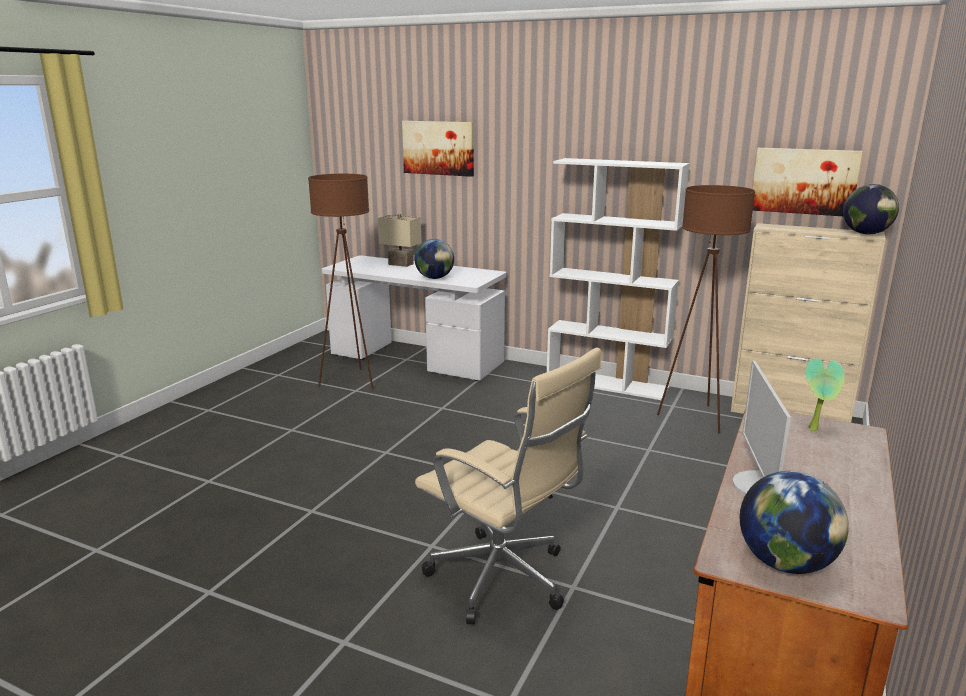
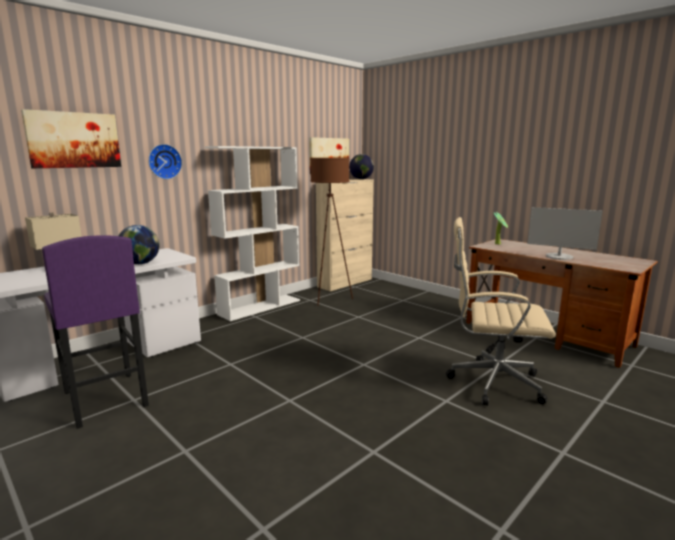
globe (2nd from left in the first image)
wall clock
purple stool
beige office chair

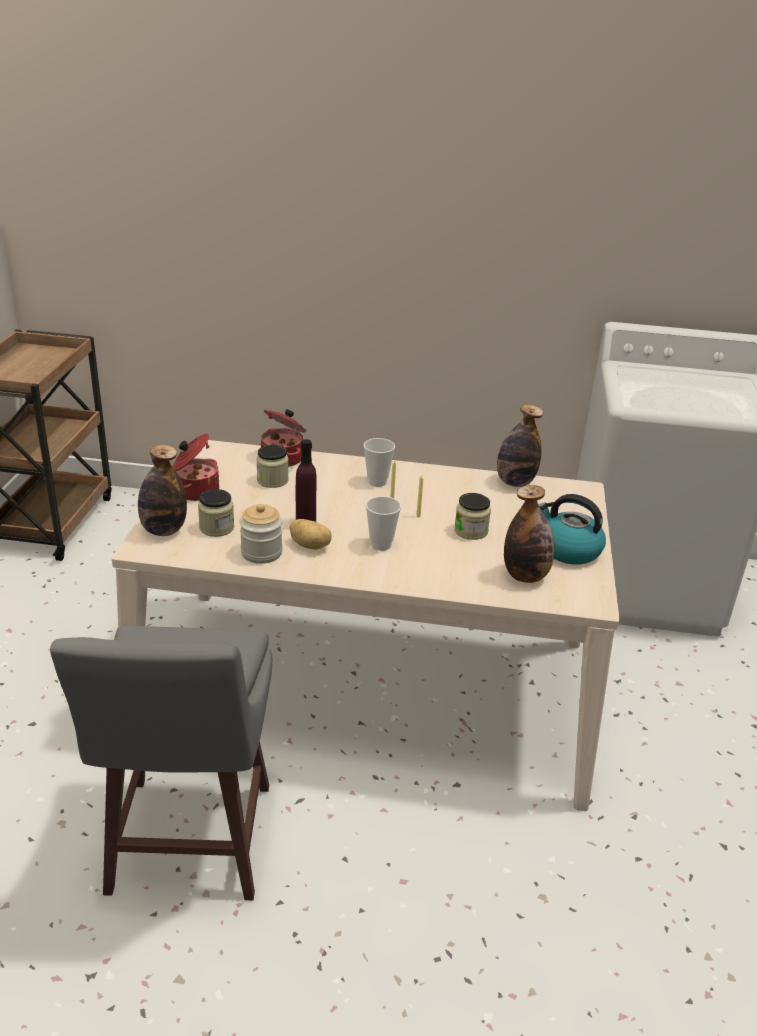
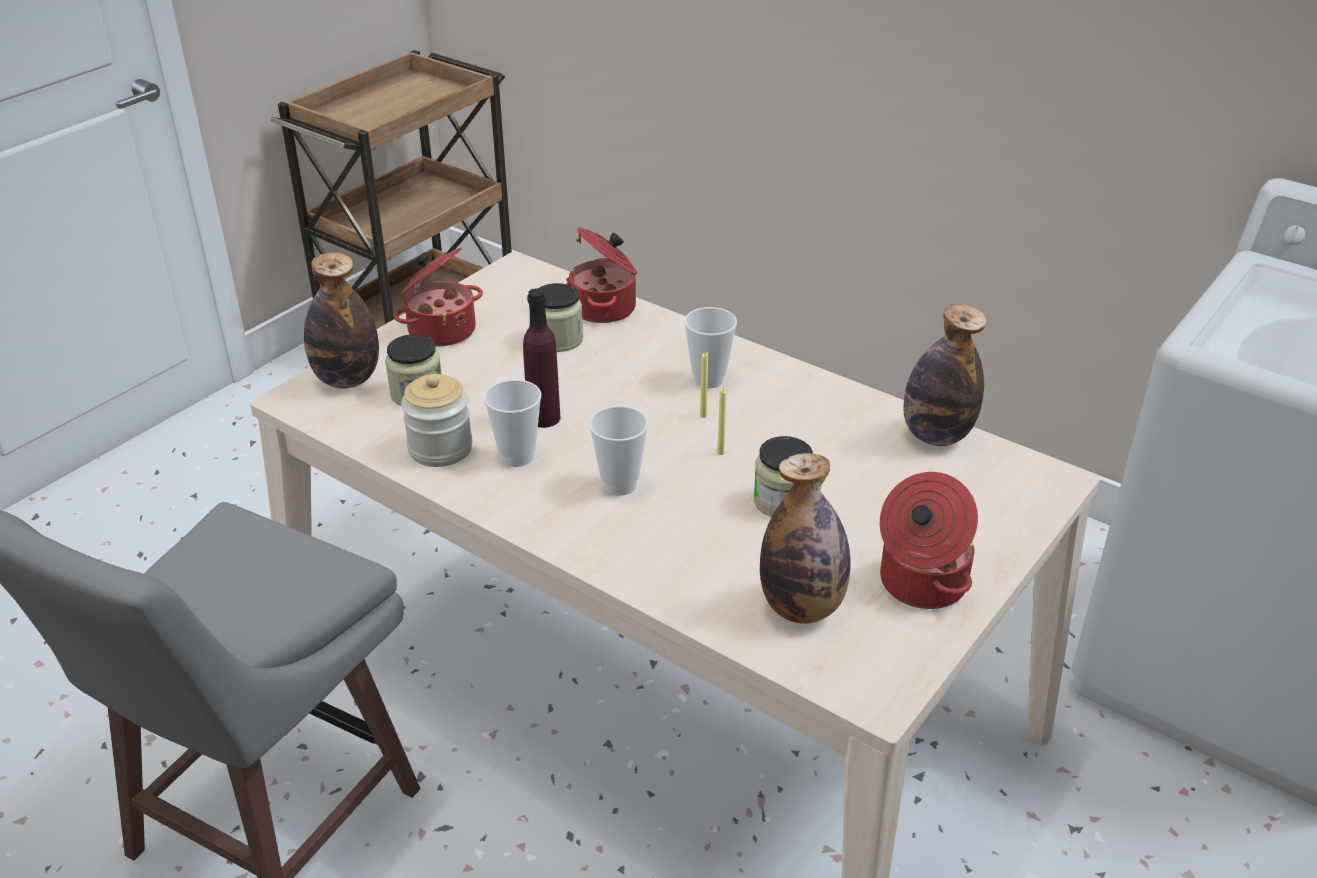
cup (1st from left)
cooking pot (3rd from left)

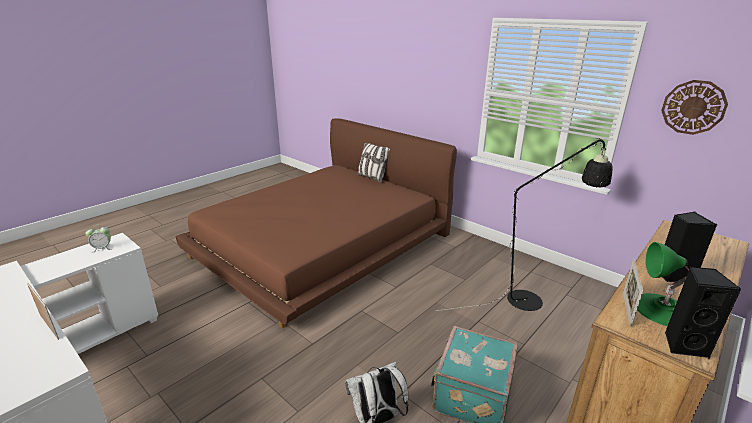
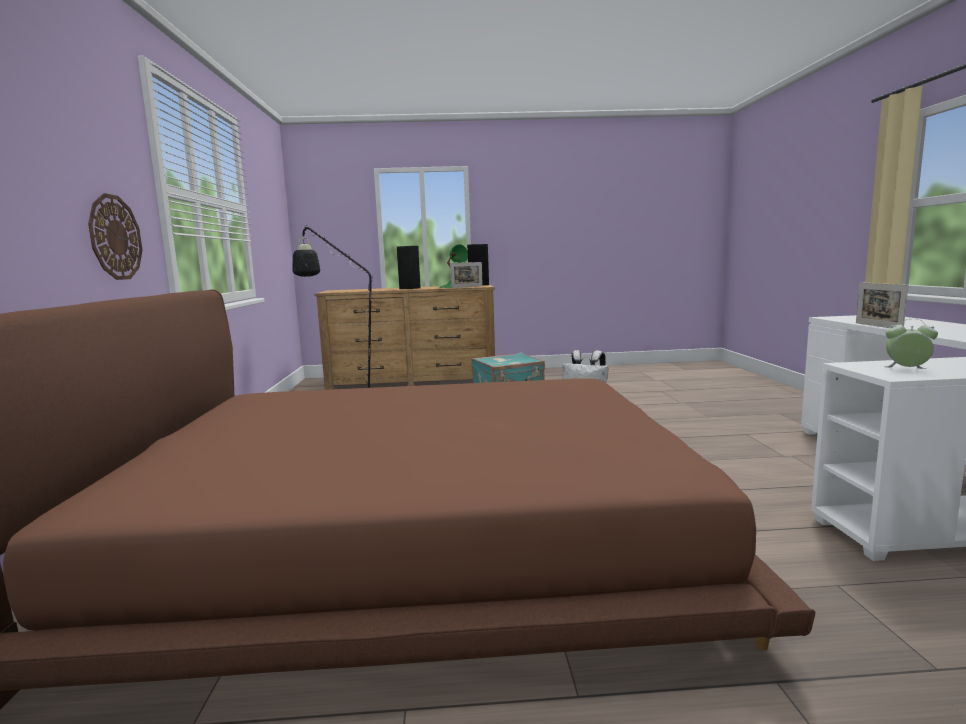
pillow
wall clock

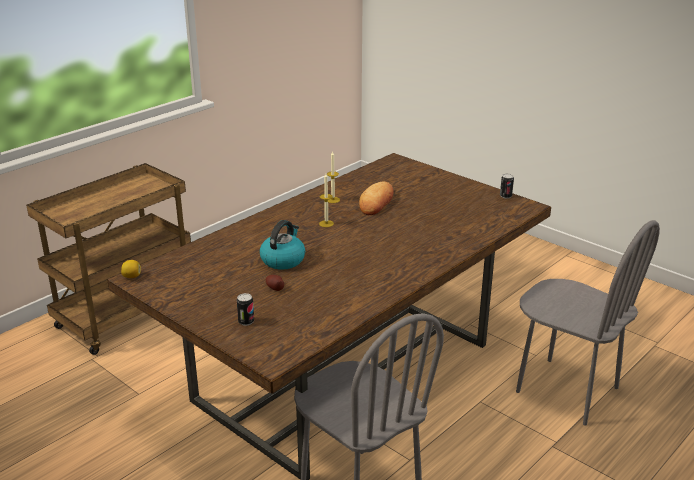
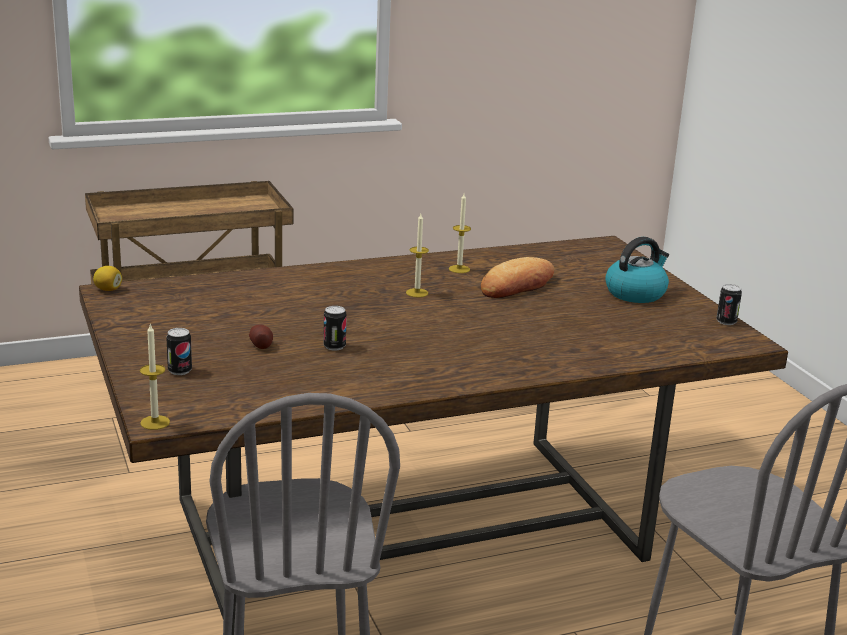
candle (1st from left)
can (2nd from left)
kettle

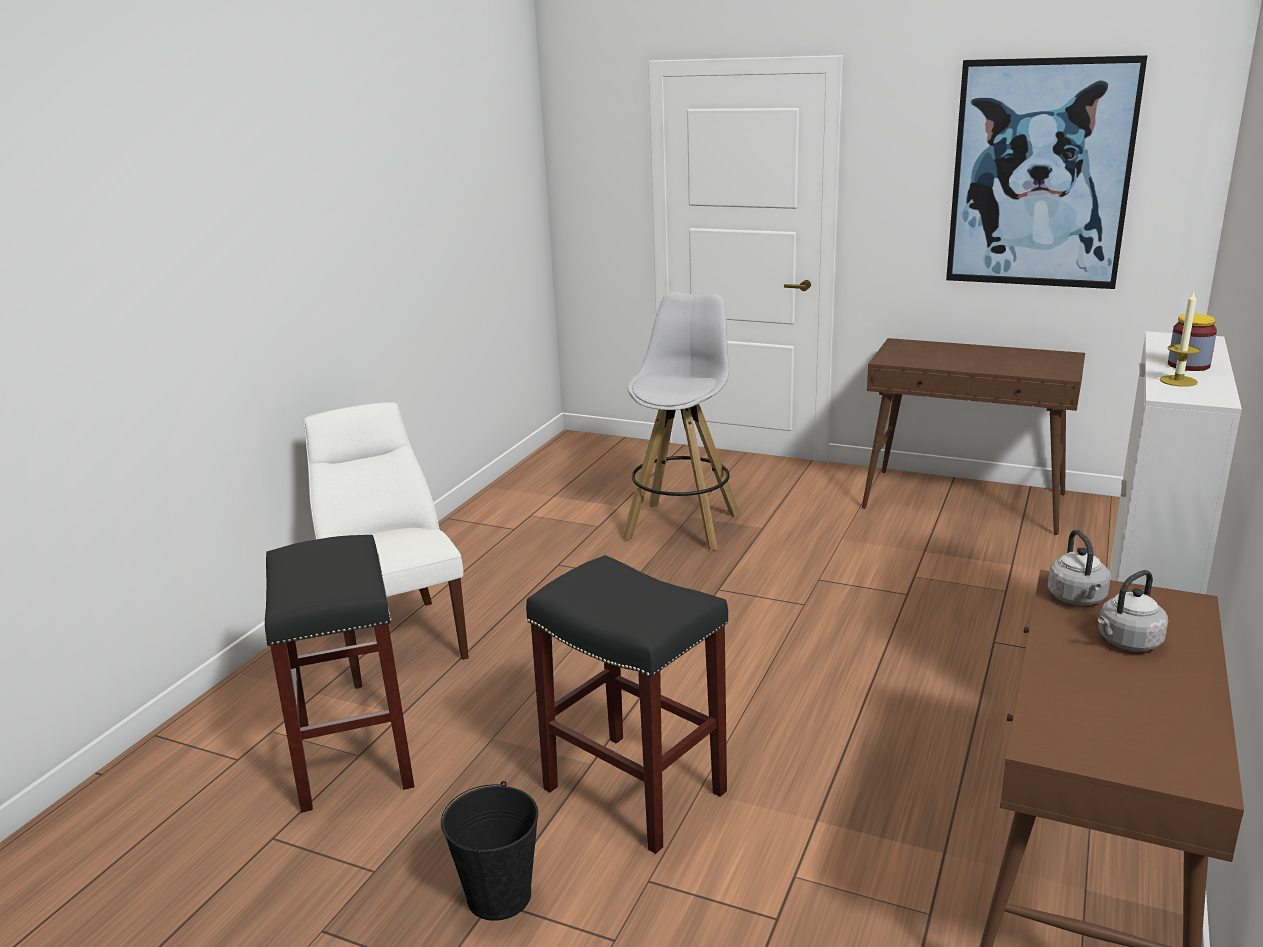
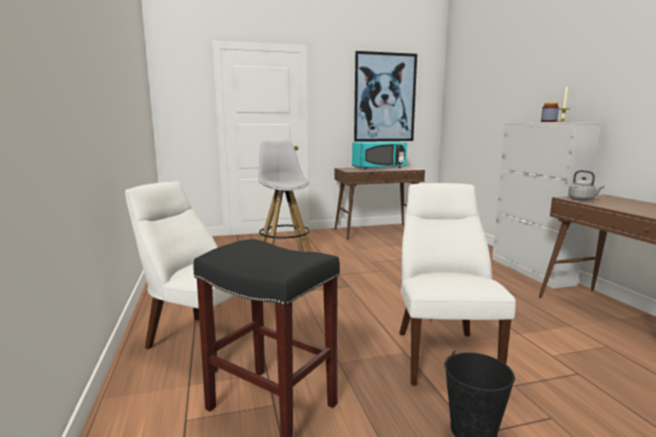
grey kettle (2nd from left in the first image)
turquoise microwave
white chair (2nd from left)

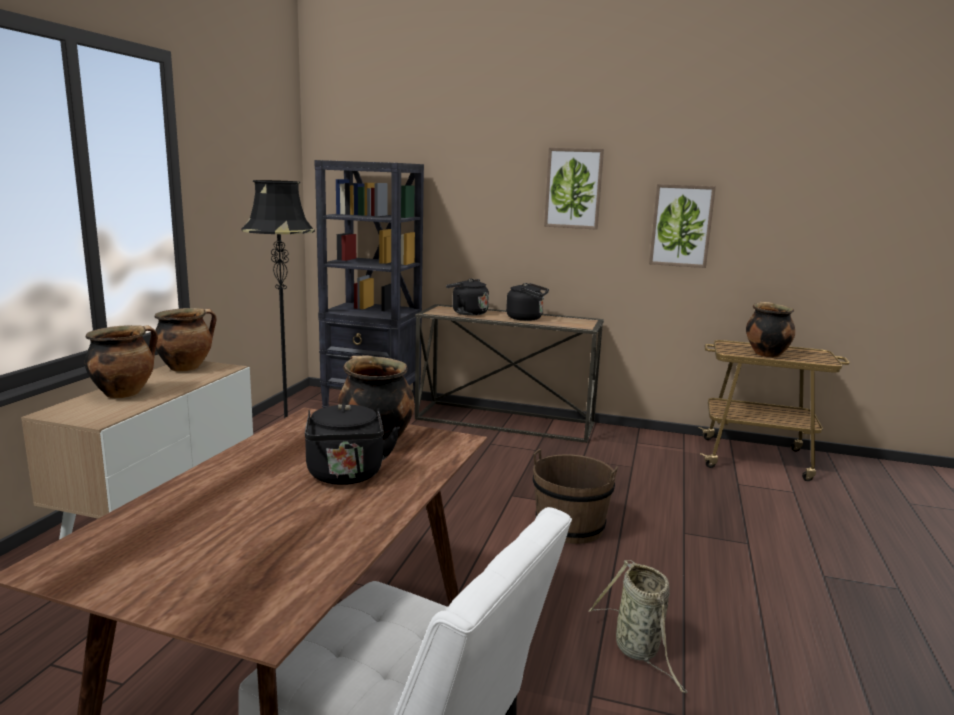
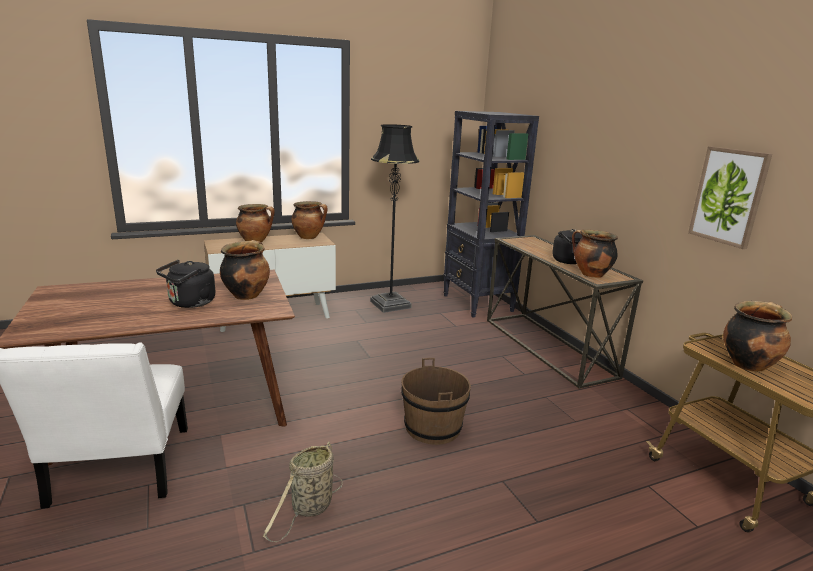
black kettle (2nd from left in the first image)
picture (1st from left in the first image)
cooking pot (4th from left)

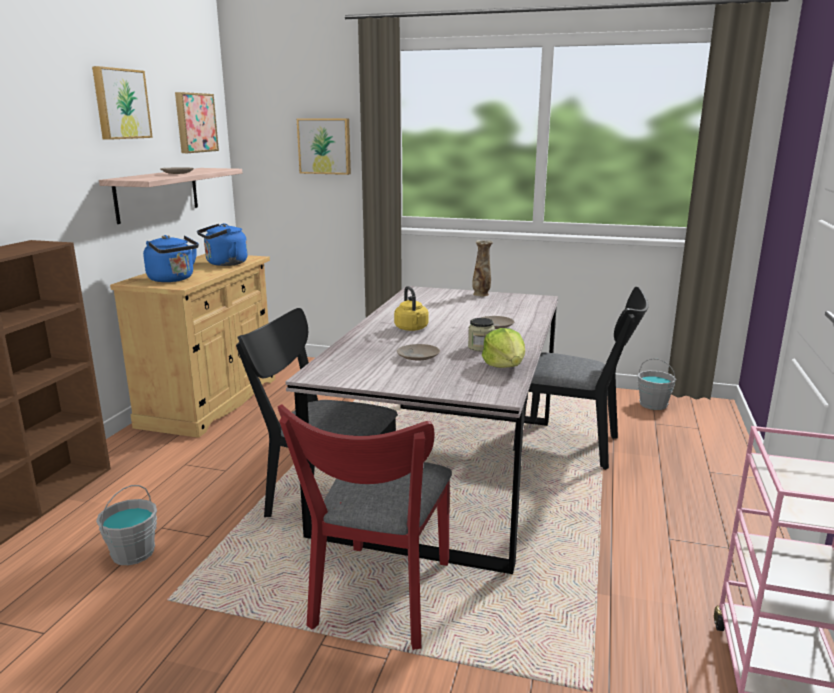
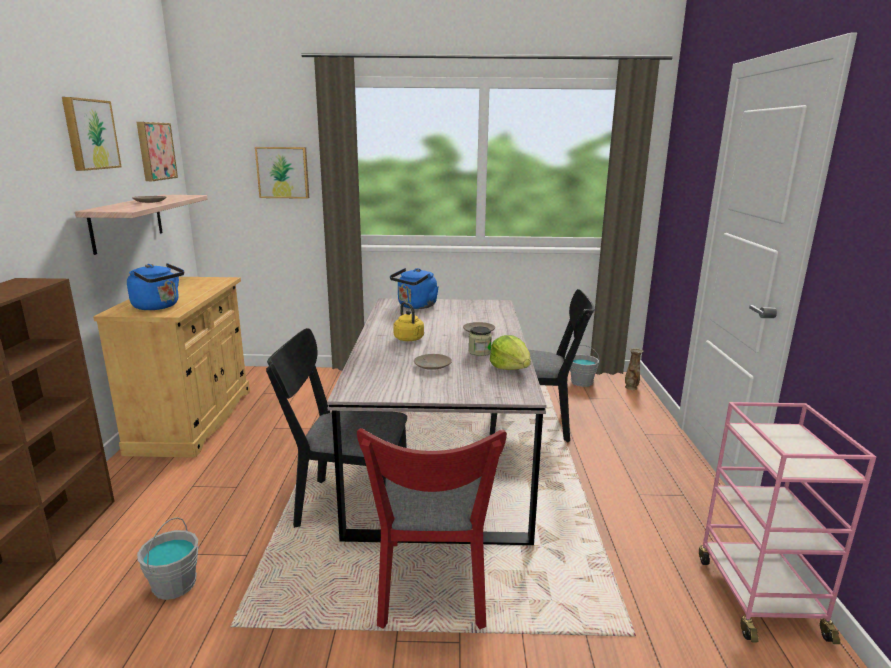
blue kettle (2nd from left)
vase

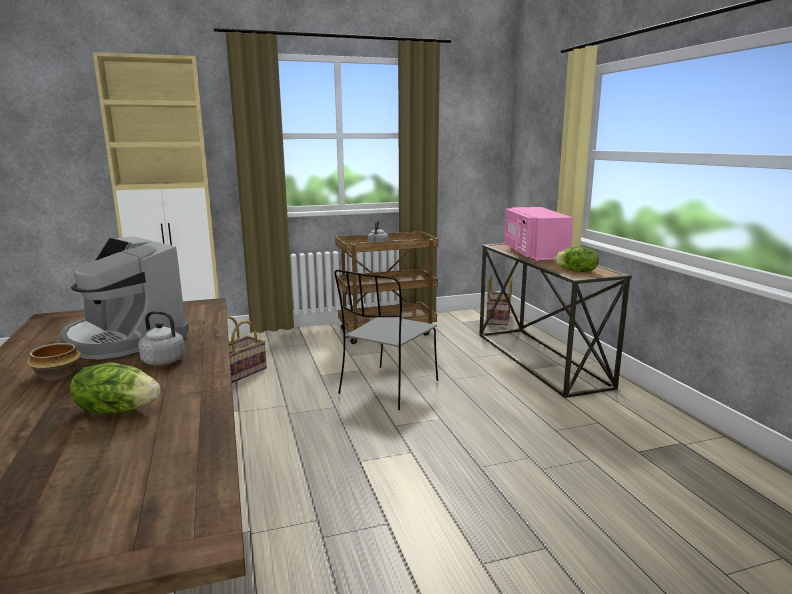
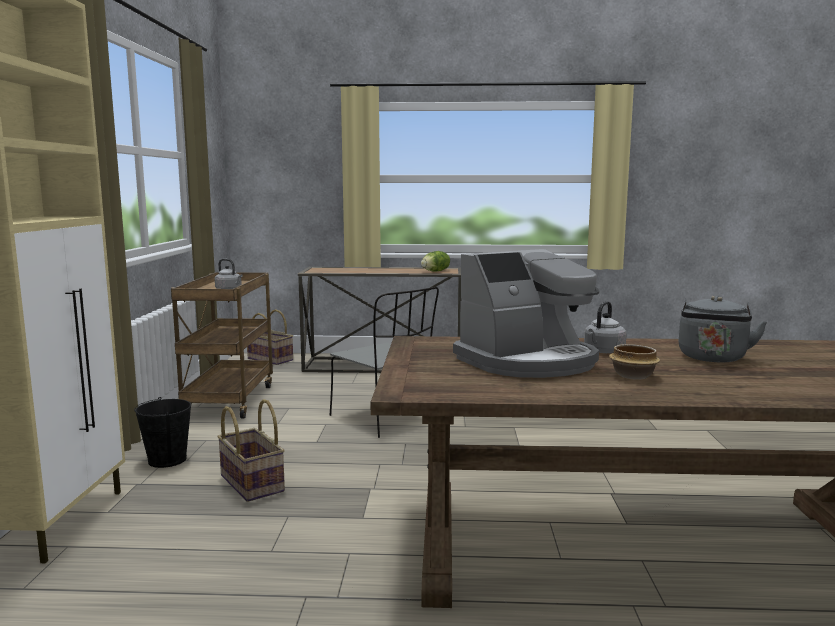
pink microwave
black bucket
grey kettle (3rd from left)

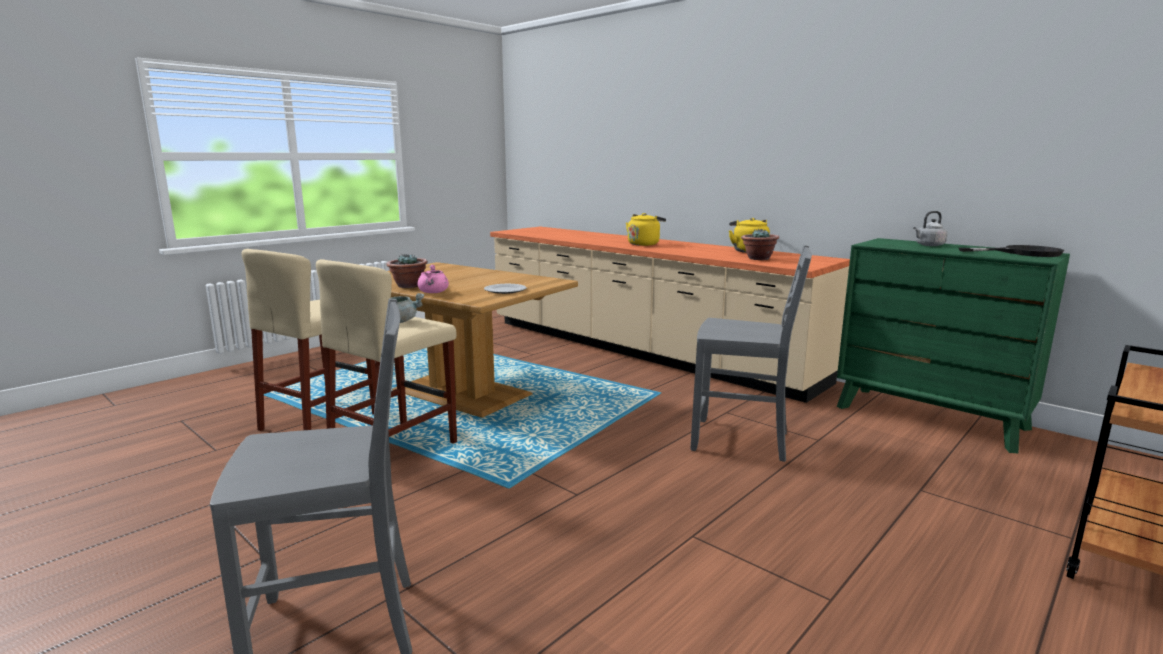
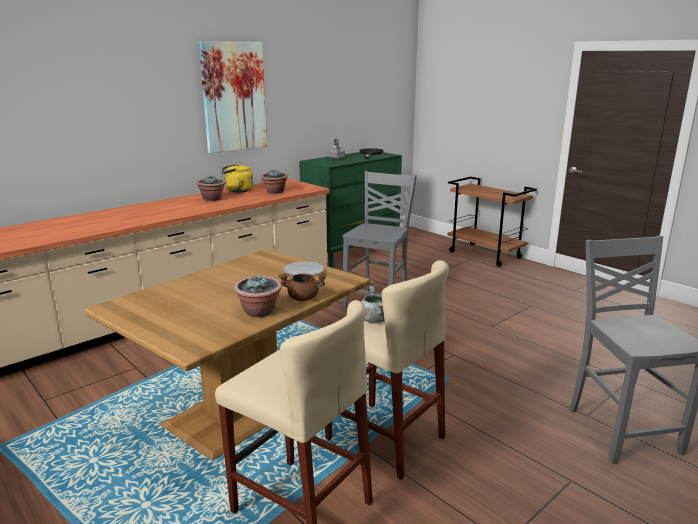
yellow kettle (1st from left in the first image)
potted plant (1st from left)
picture
brown cooking pot

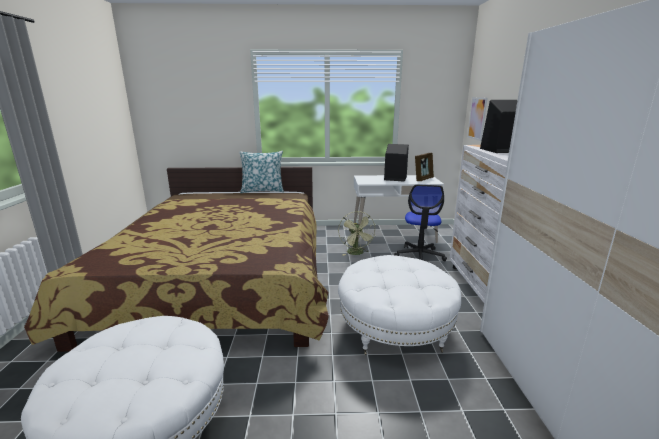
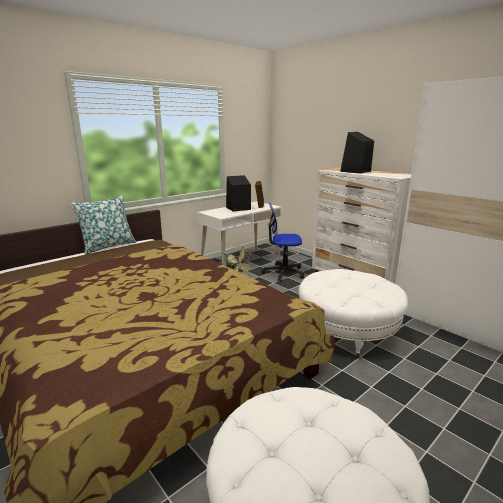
picture
office chair

